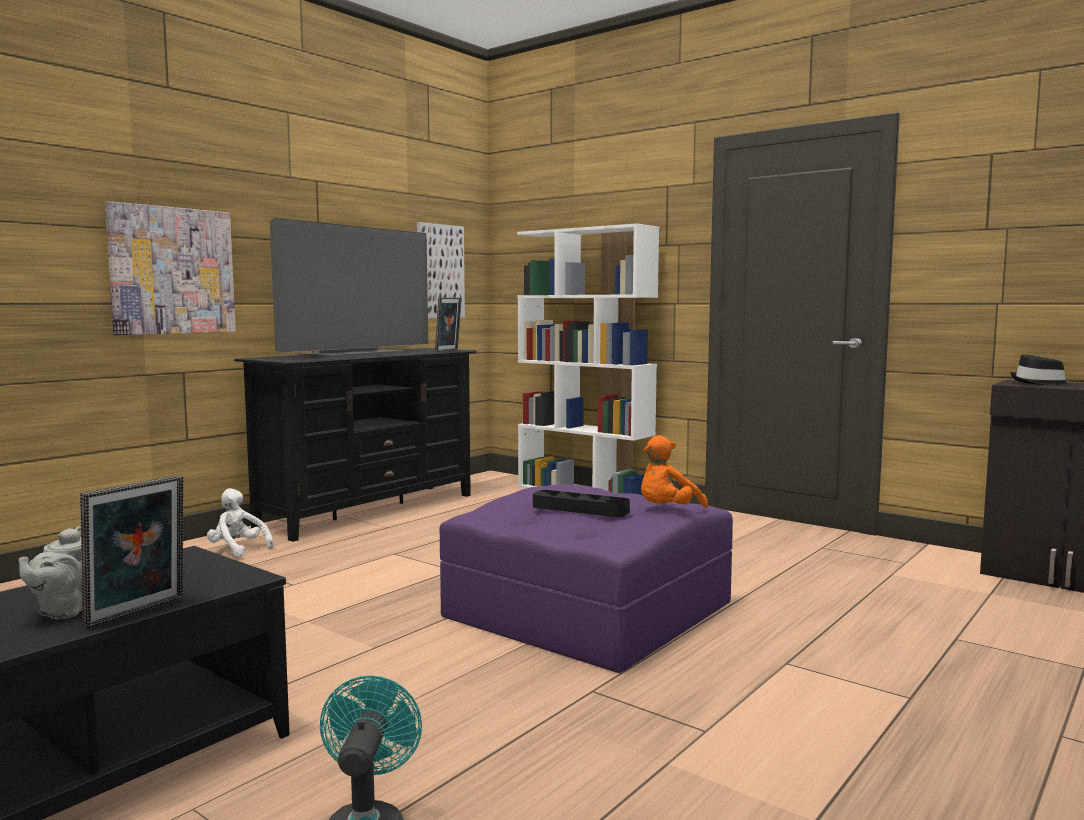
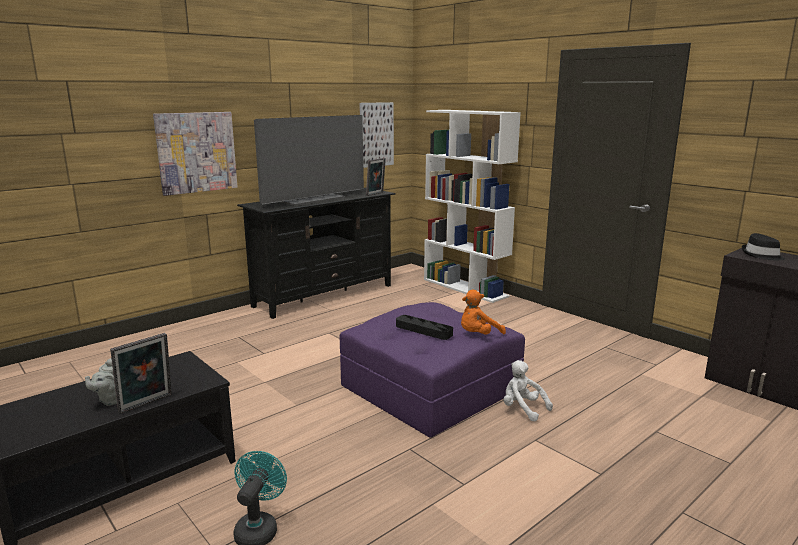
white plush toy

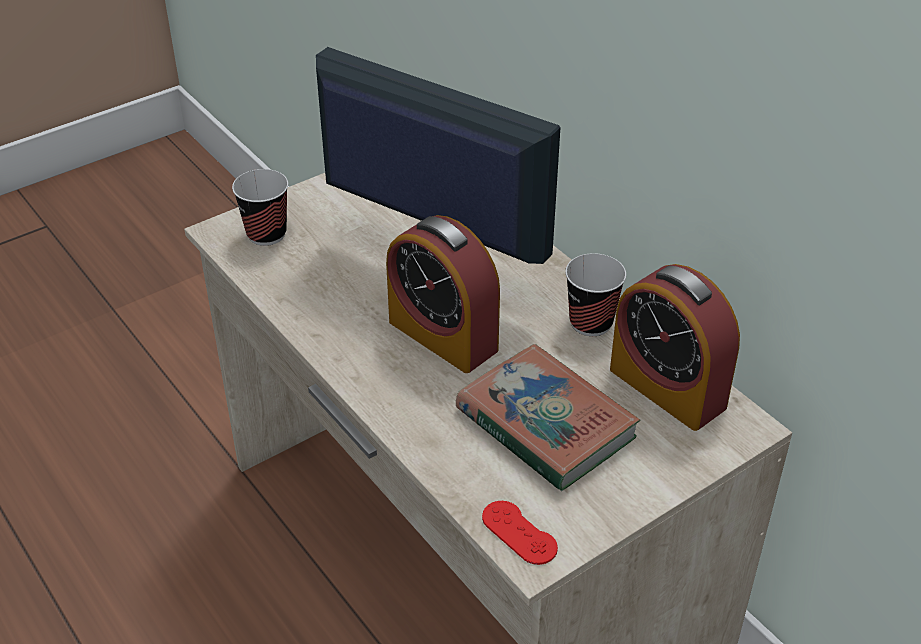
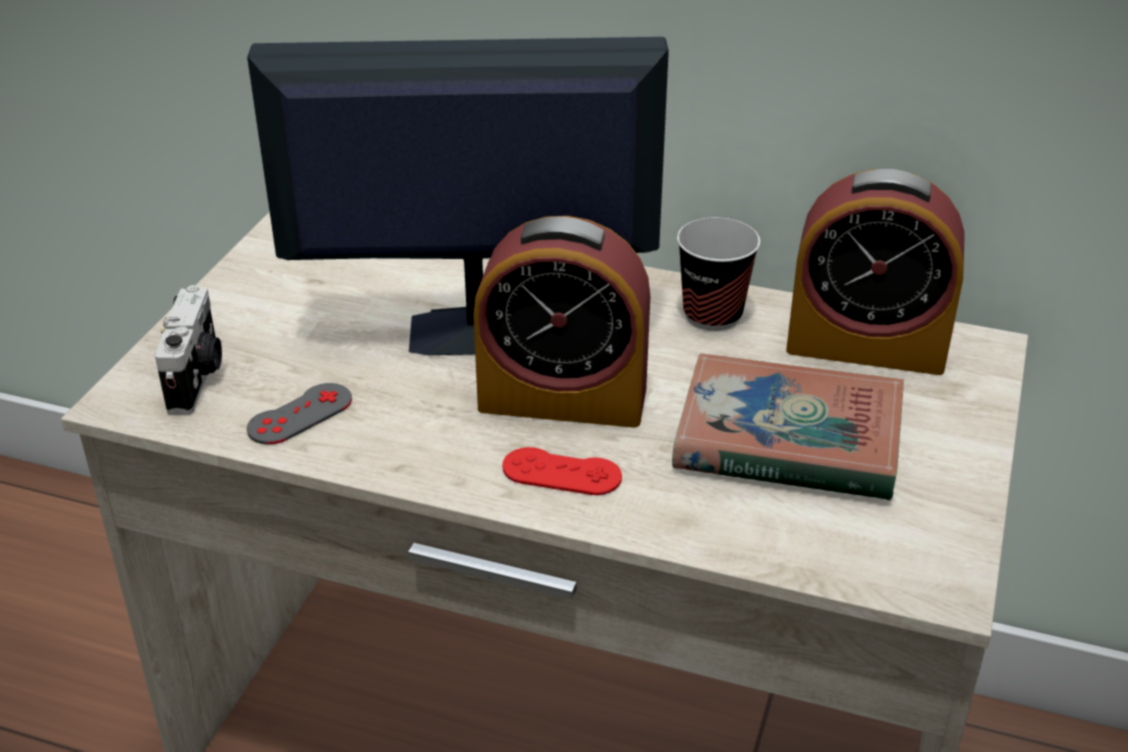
grey game controller
red game controller
photo camera

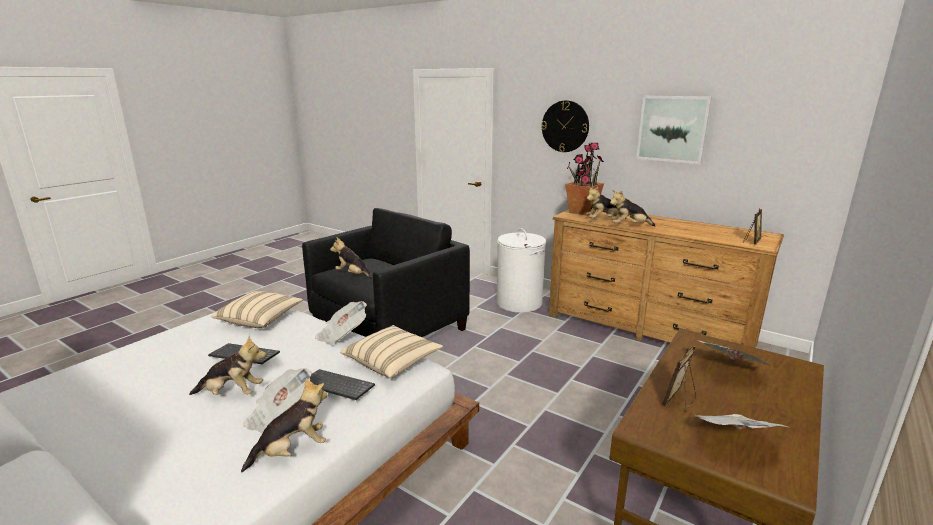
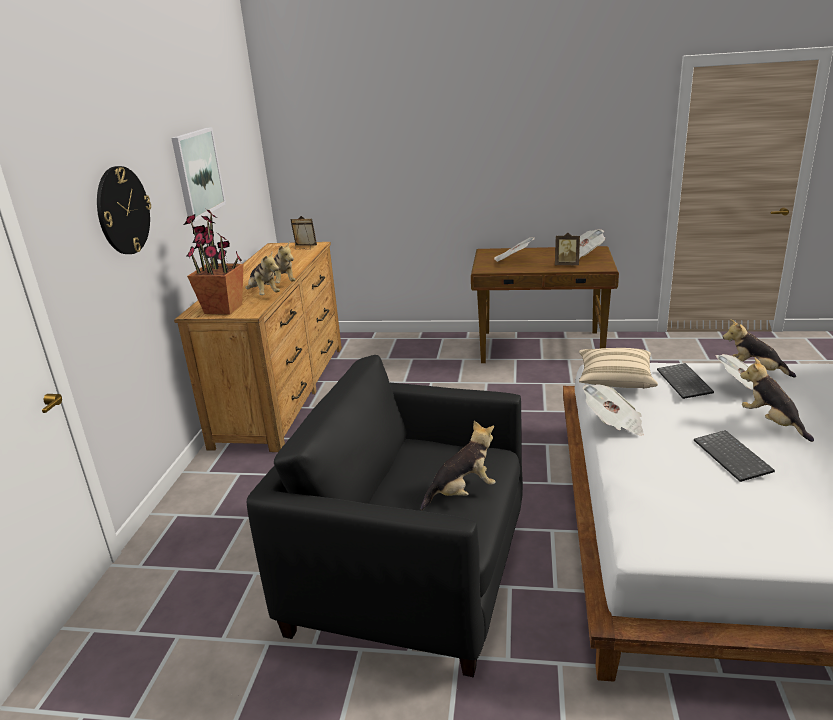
beige pillow (1st from left in the first image)
white laundry basket
plush toy (3rd from left)

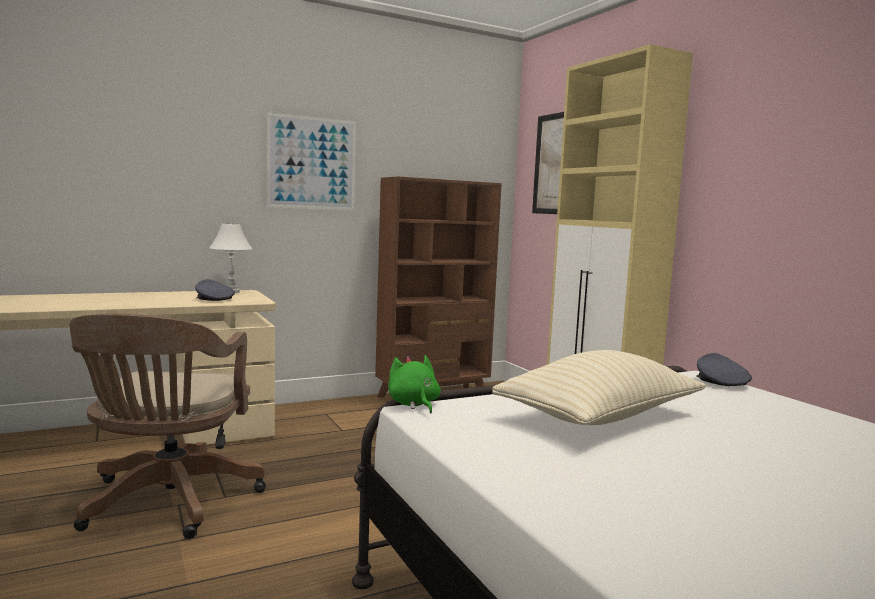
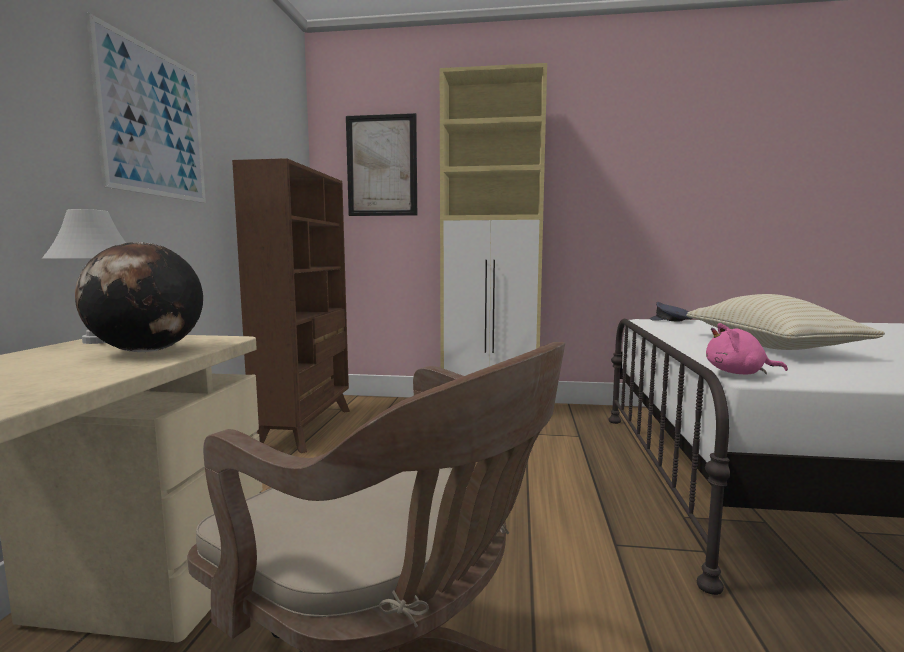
globe
pink plush toy

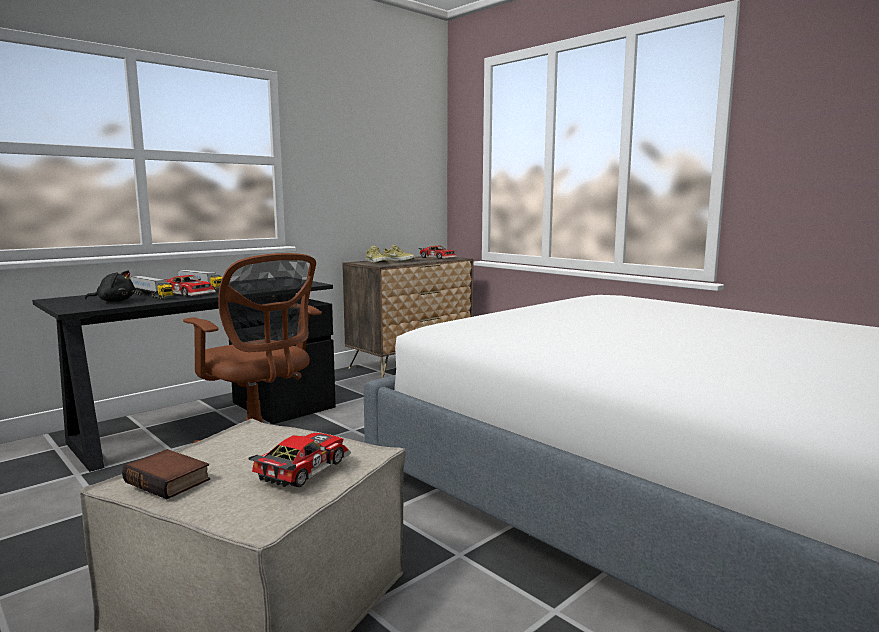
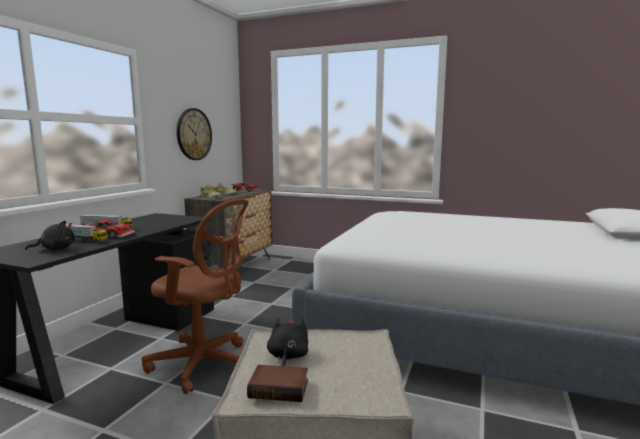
toy car (2nd from left in the first image)
wall clock
black plush toy (2nd from left)

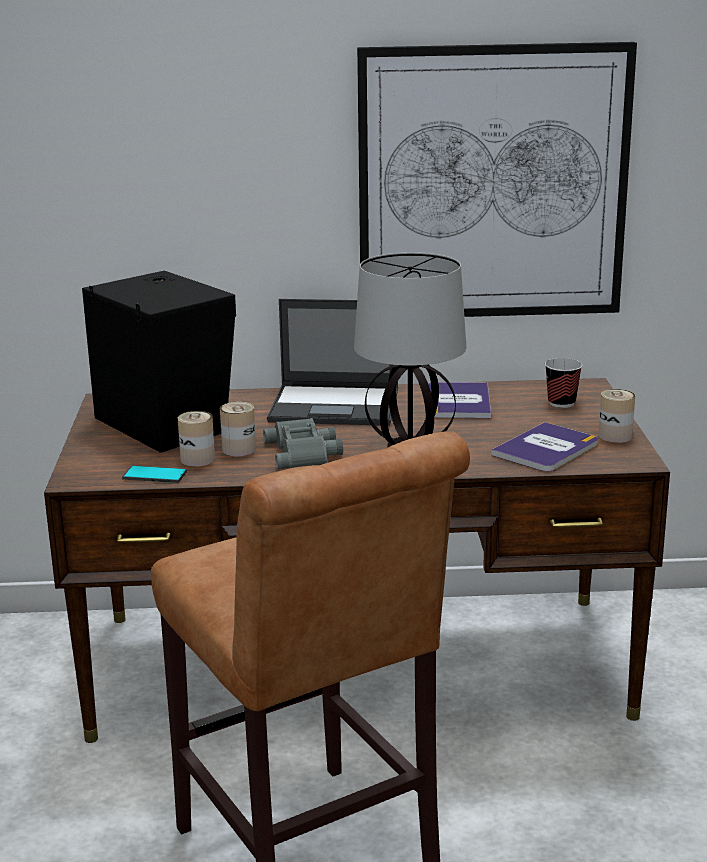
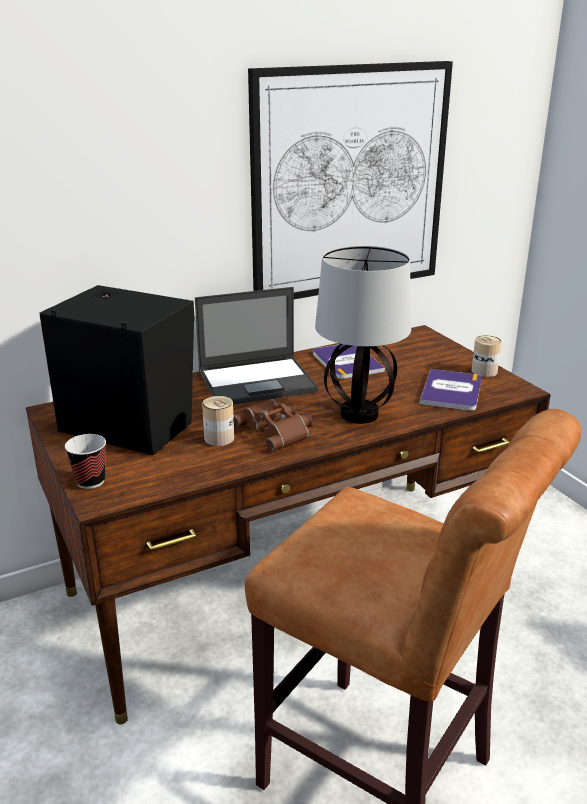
phone
can (1st from left in the first image)
cup
brown binoculars

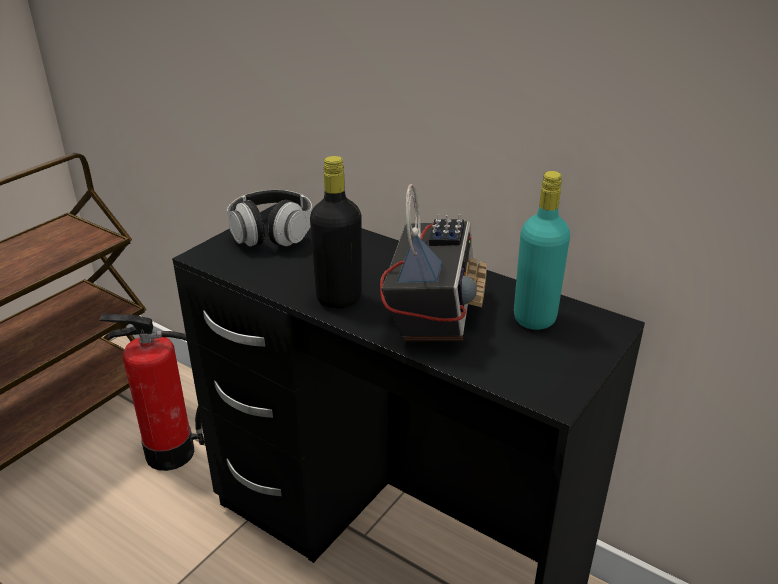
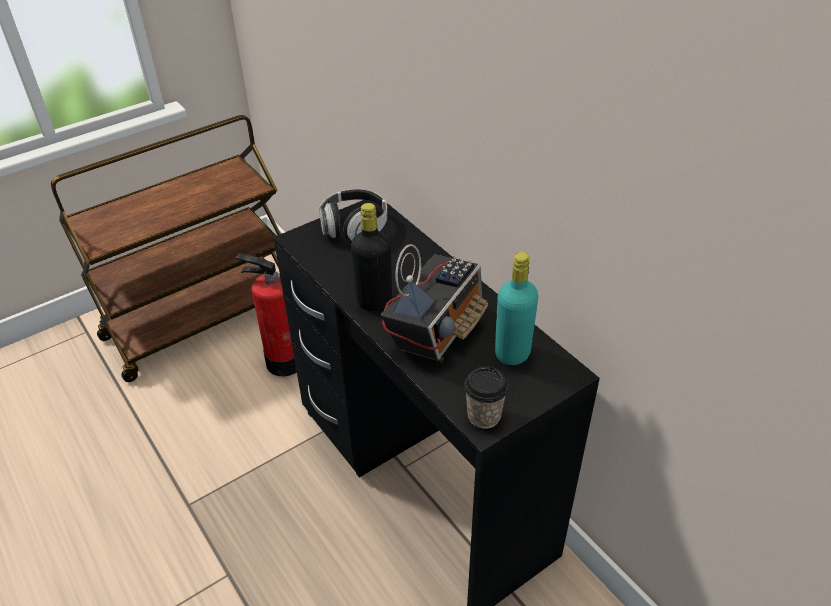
cup

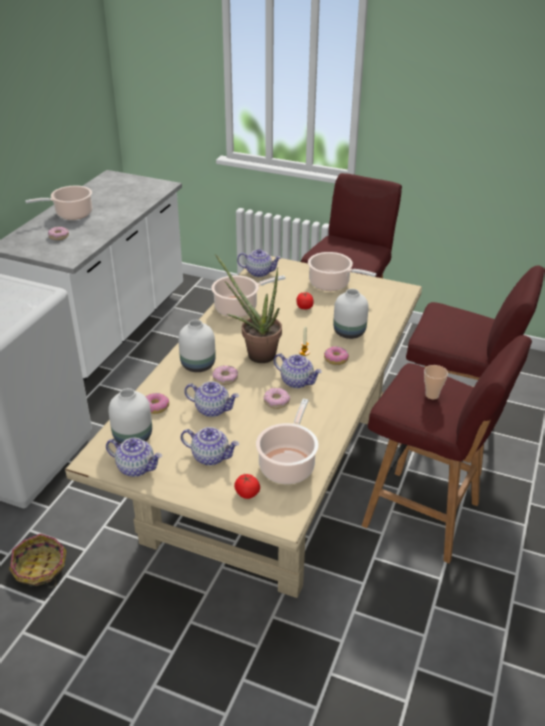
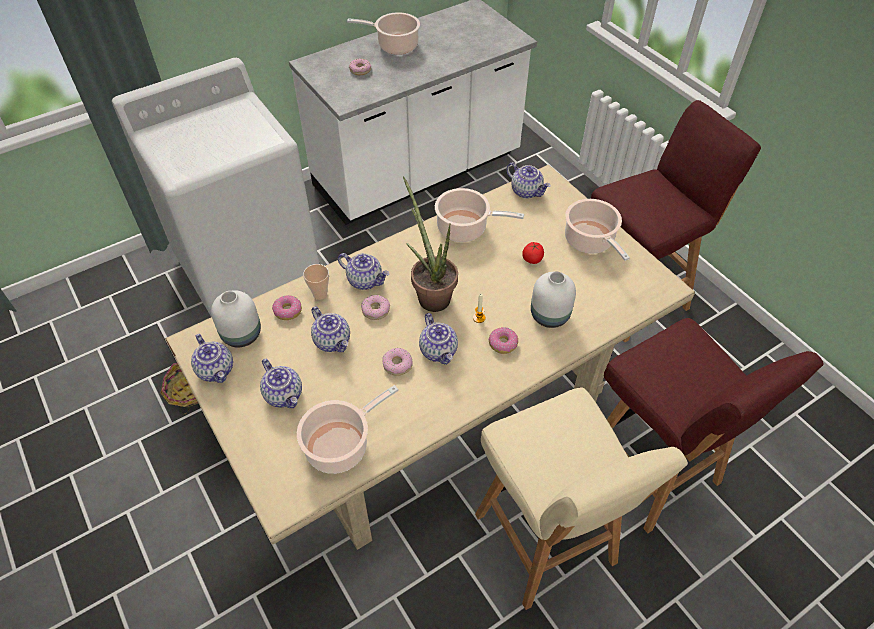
tomato (1st from left in the first image)
cup
teapot (4th from left)
beige stool

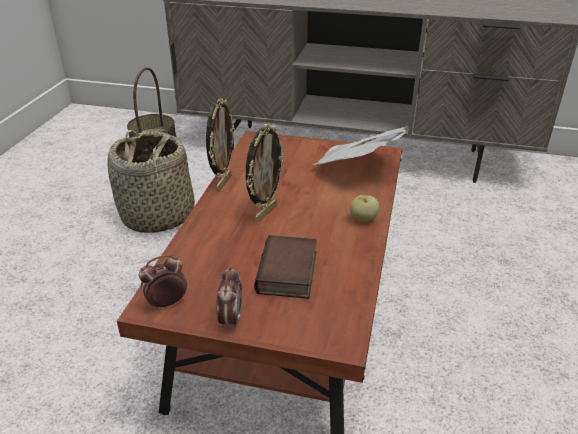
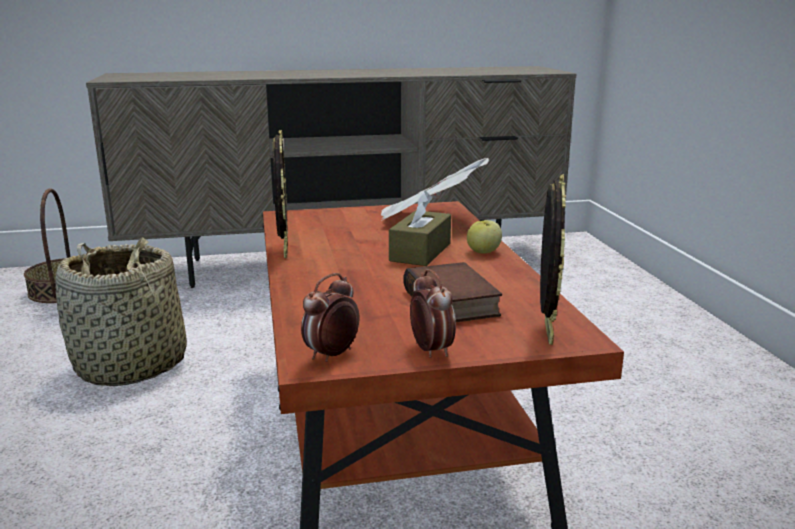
brown tissue box
picture frame (2nd from left)

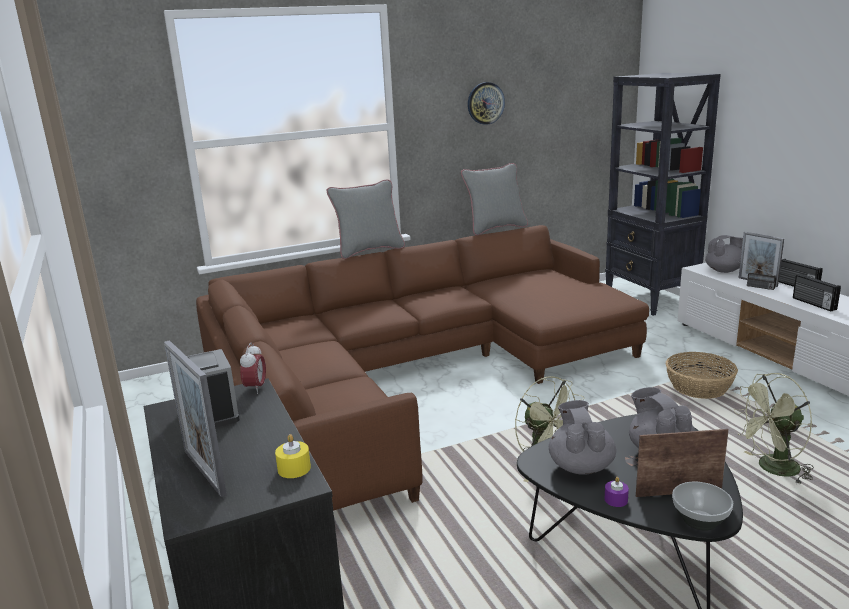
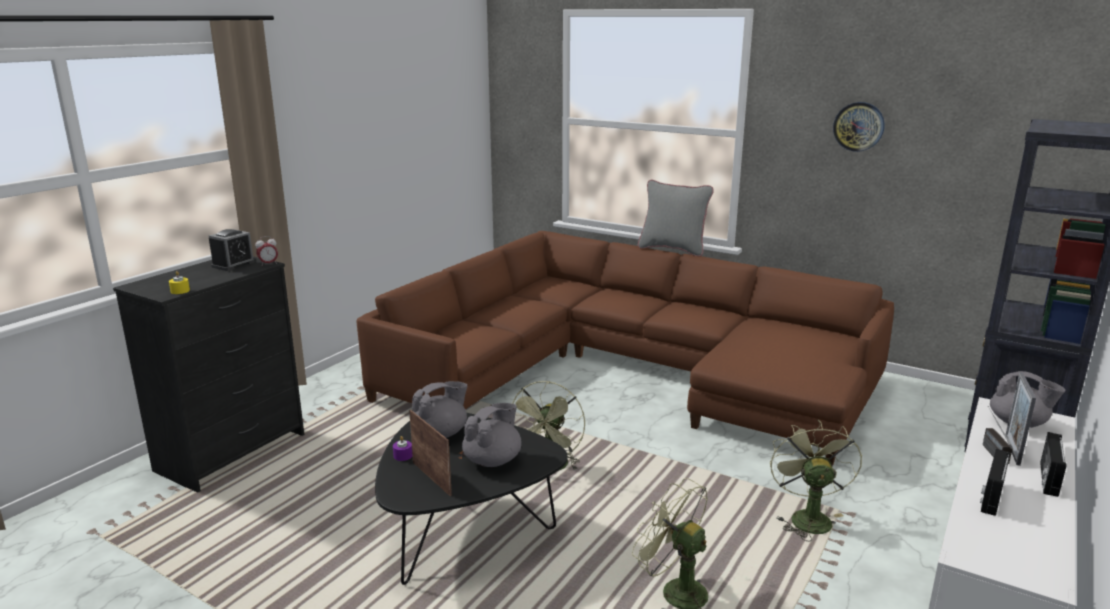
picture frame (1st from left in the first image)
grey pillow (2nd from left in the first image)
bowl
green fan (3rd from left)

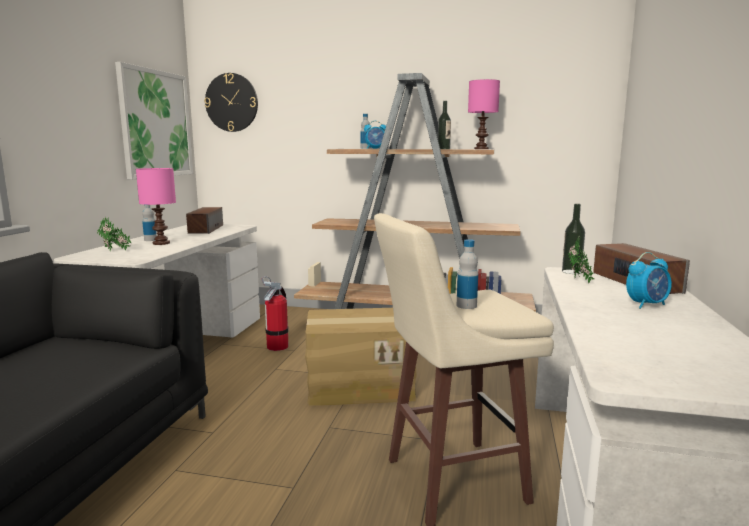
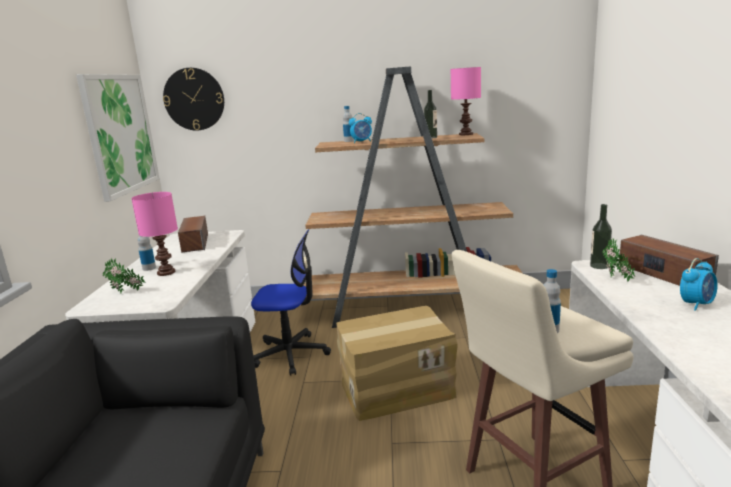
office chair

